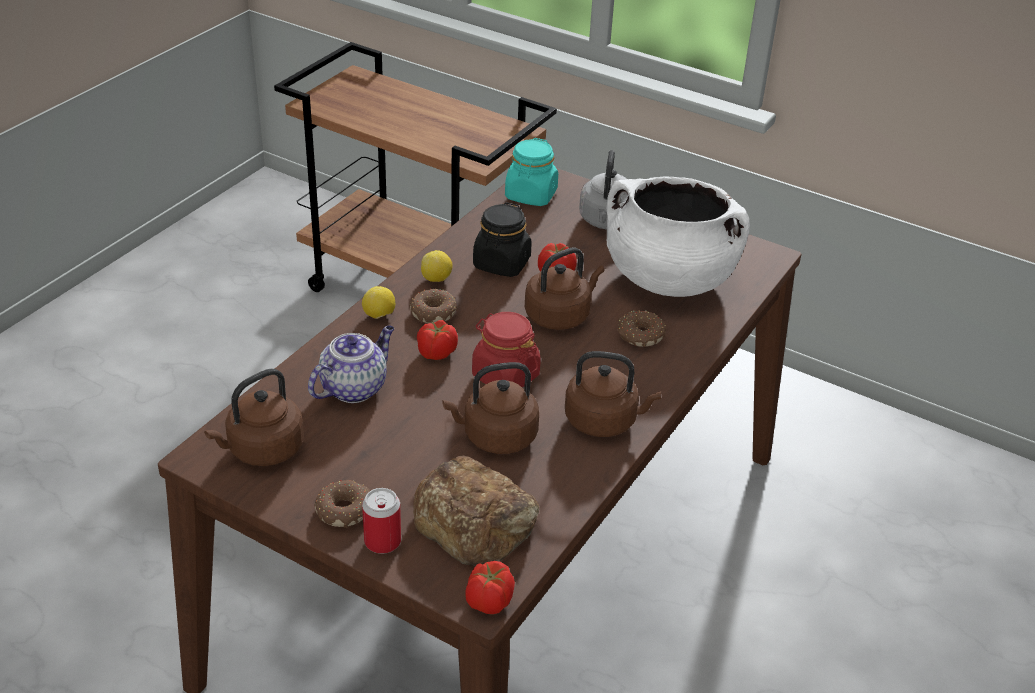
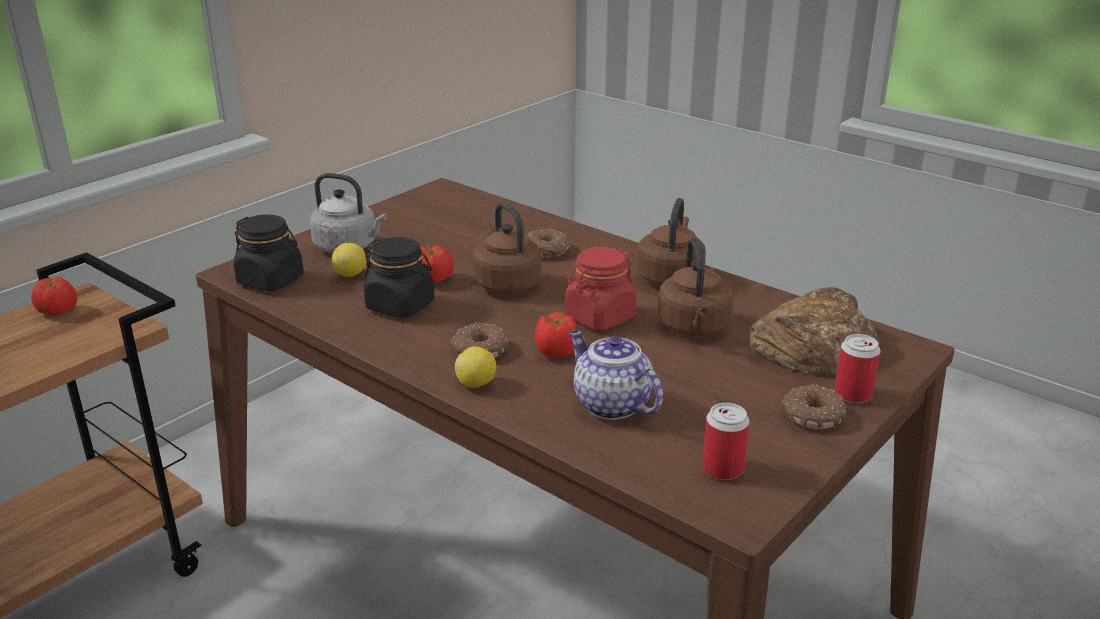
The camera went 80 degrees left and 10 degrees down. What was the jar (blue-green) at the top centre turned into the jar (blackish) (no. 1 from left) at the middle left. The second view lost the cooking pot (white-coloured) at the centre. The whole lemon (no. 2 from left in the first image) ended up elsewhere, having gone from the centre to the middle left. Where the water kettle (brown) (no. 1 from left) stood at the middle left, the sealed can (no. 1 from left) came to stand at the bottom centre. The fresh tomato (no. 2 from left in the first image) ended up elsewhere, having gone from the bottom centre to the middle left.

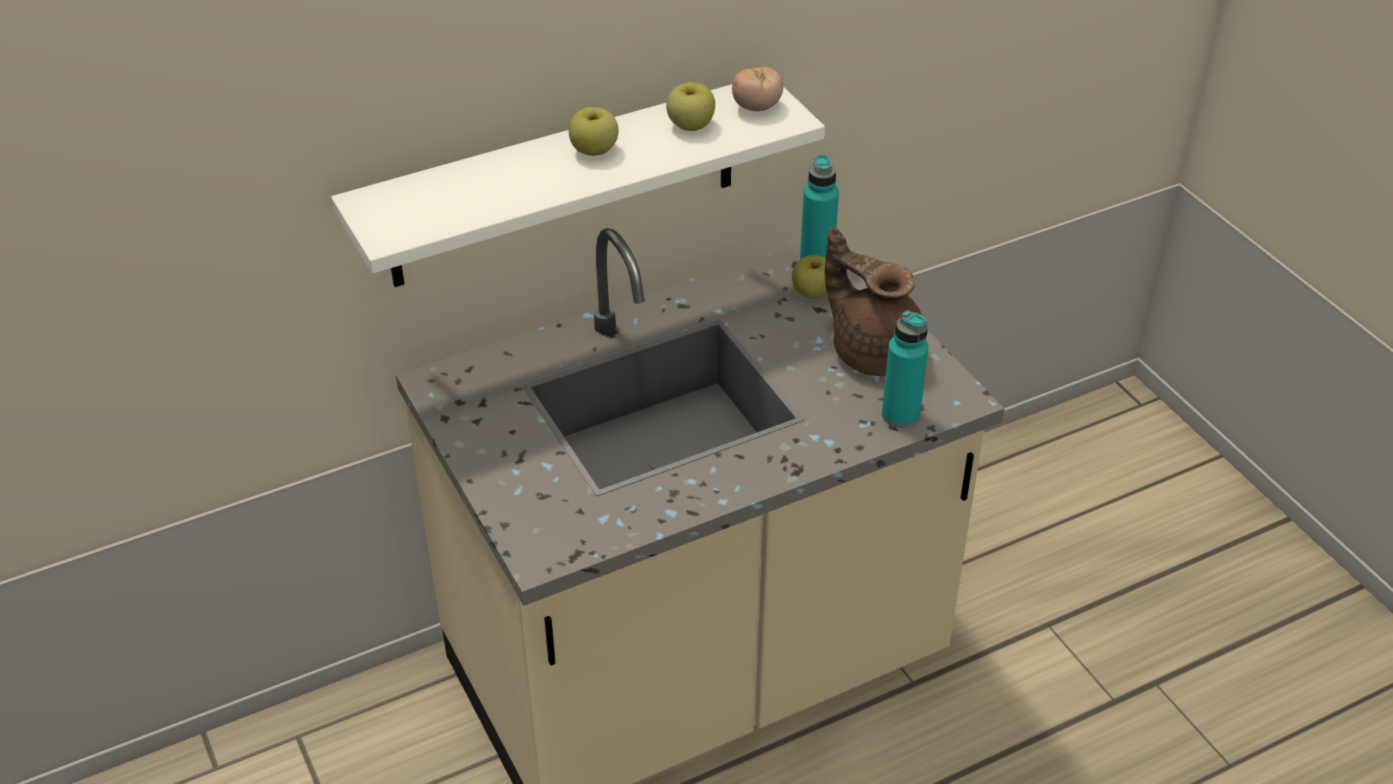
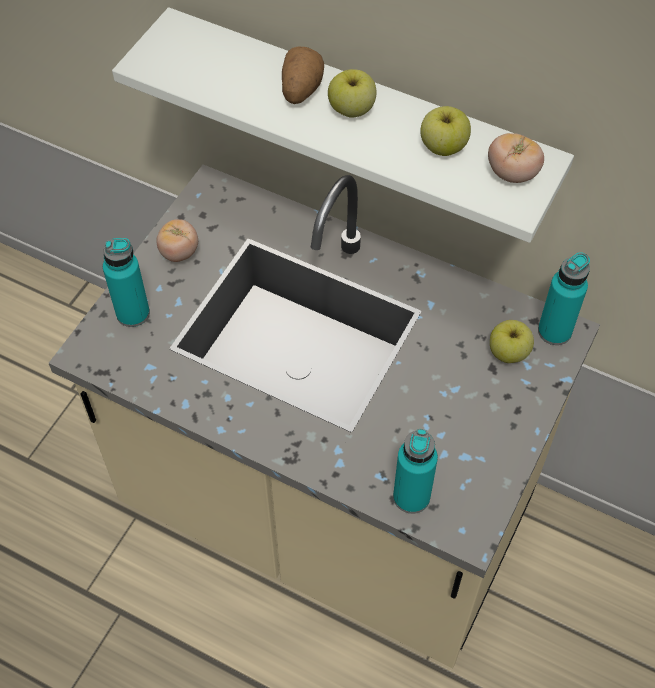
The camera went 55 degrees right and 15 degrees up. The second view lost the tea pot (brown) at the centre. The second view gained the spud at the top centre. The second view gained the fresh tomato (no. 1 from left) at the middle left. The second view gained the bottle (blue-green) (no. 1 from left) at the middle left.

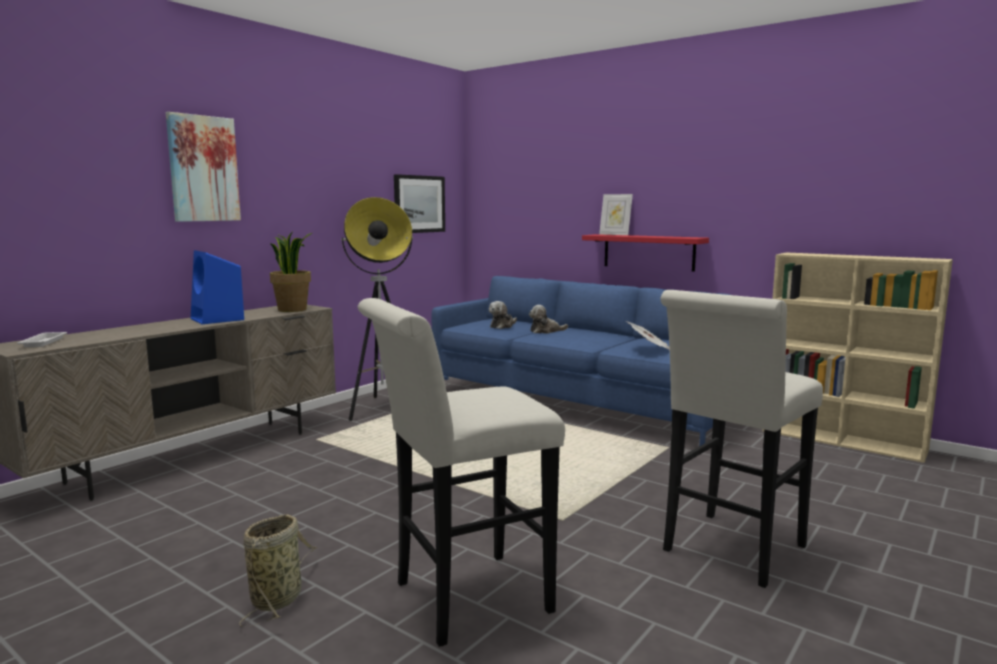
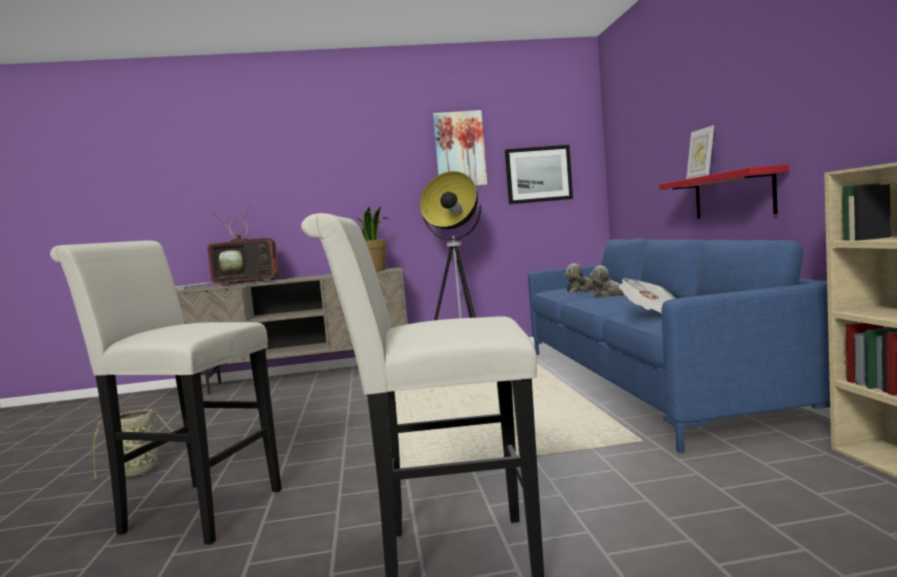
The camera went 45 degrees right and 5 degrees down. The picture (no. 1 from left) ended up elsewhere, having gone from the top left to the top centre. The second view lost the audio speaker (blue-coloured) at the middle left. The second view gained the TV set at the middle left.

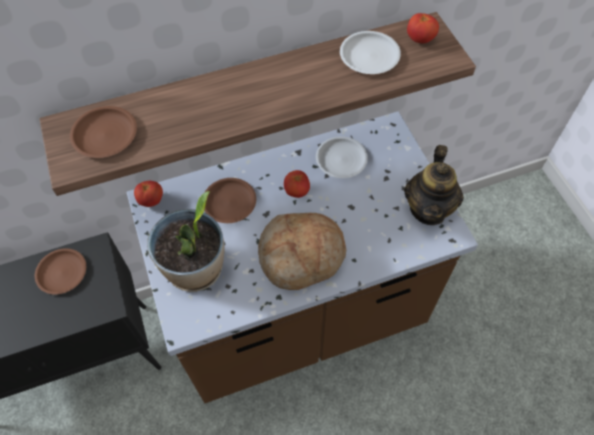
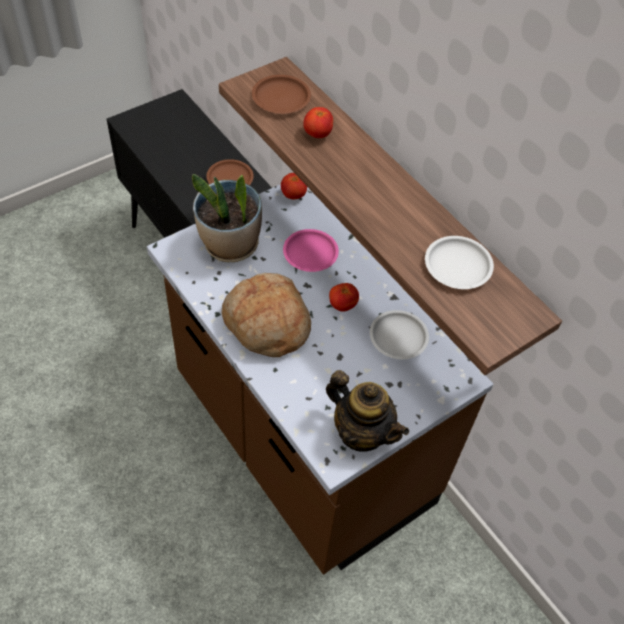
The camera went 70 degrees right and 5 degrees down. The fresh tomato (no. 3 from left in the first image) ended up elsewhere, having gone from the top right to the top centre. The tea pot at the middle right ended up facing another way, 135 degrees counterclockwise from before. What was the dinner plate (brown) (no. 3 from left) at the centre turned into the dinner plate (pinkish) at the centre.

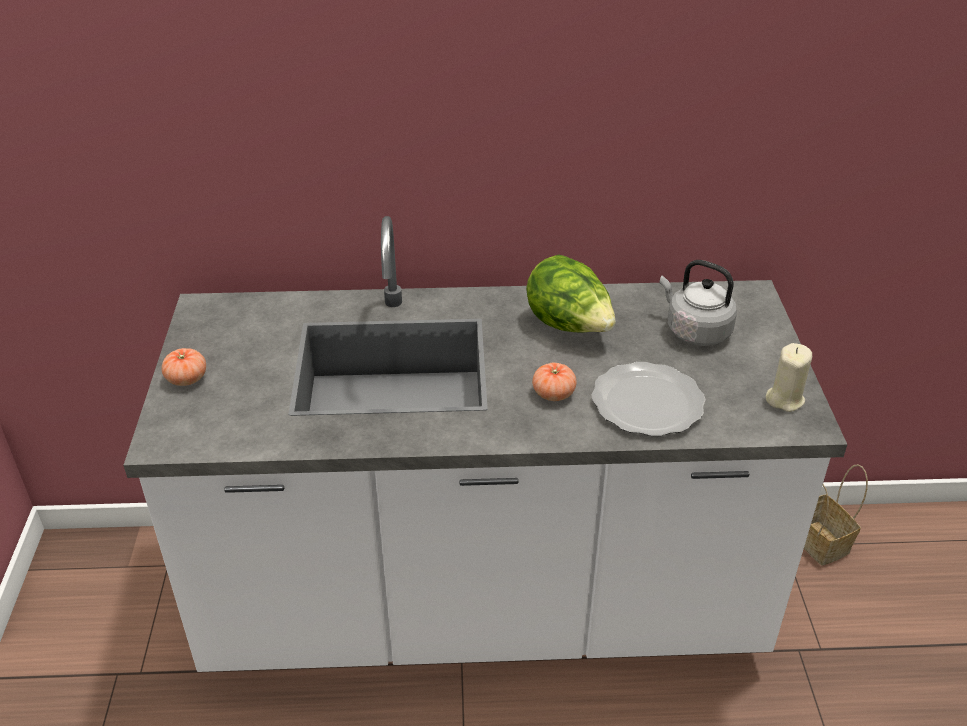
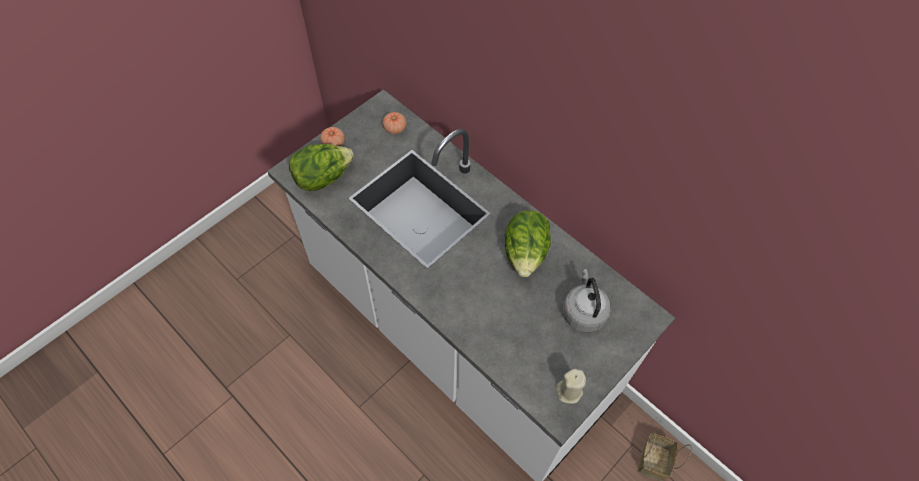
The camera went 45 degrees right and 20 degrees up. The second view lost the dinner plate at the middle right. The fresh tomato (no. 2 from left) ended up elsewhere, having gone from the centre to the top centre. The second view gained the lettuce (no. 1 from left) at the centre.

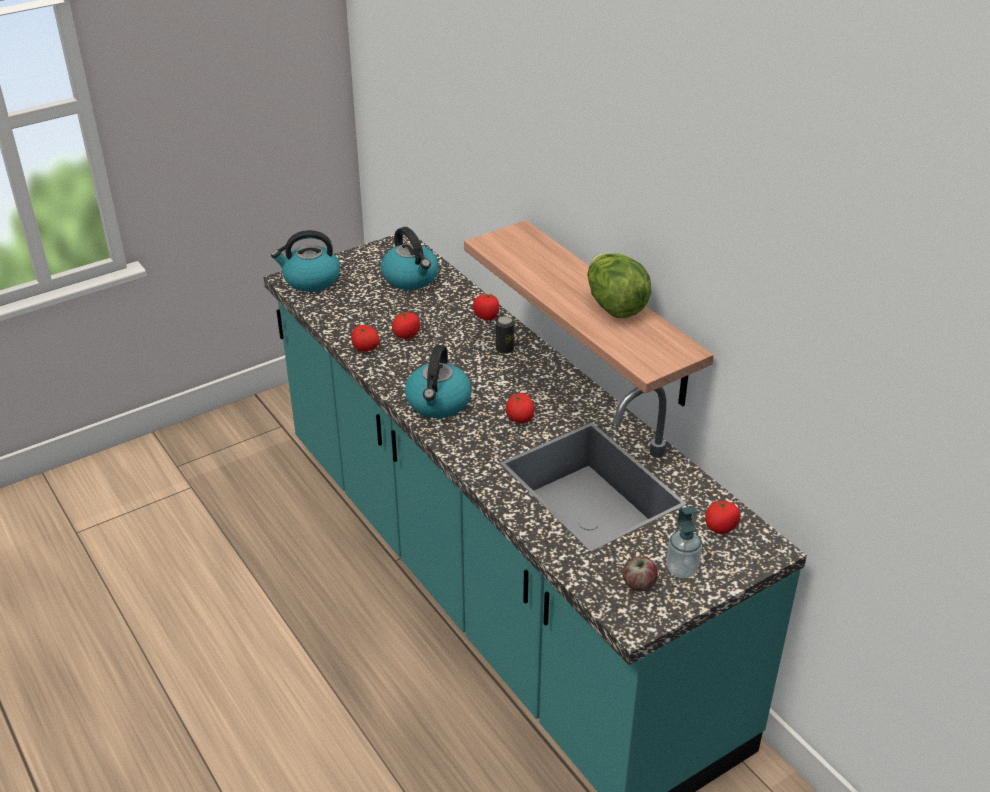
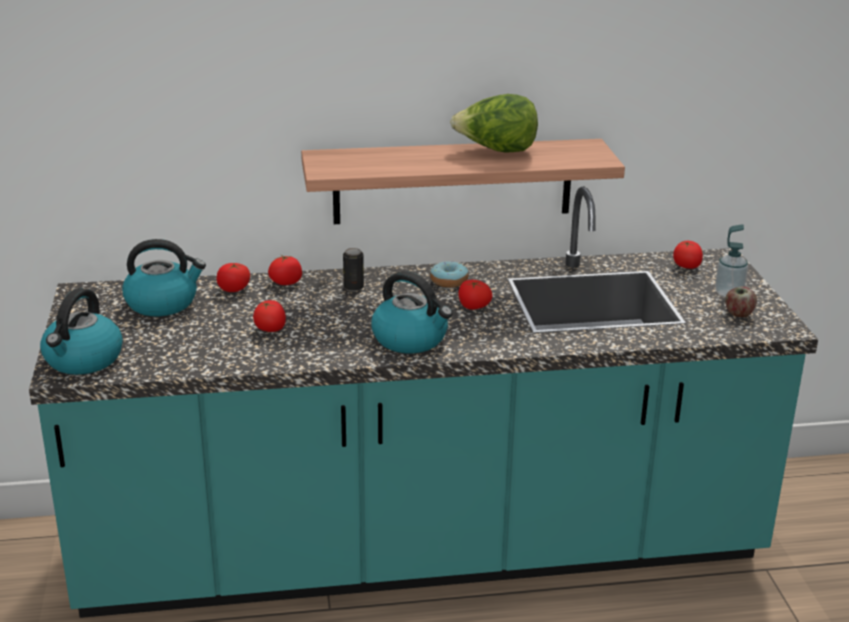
The camera went 65 degrees left and 10 degrees down. The fresh tomato (no. 1 from left) ended up elsewhere, having gone from the centre to the middle left. The second view gained the donut at the centre.

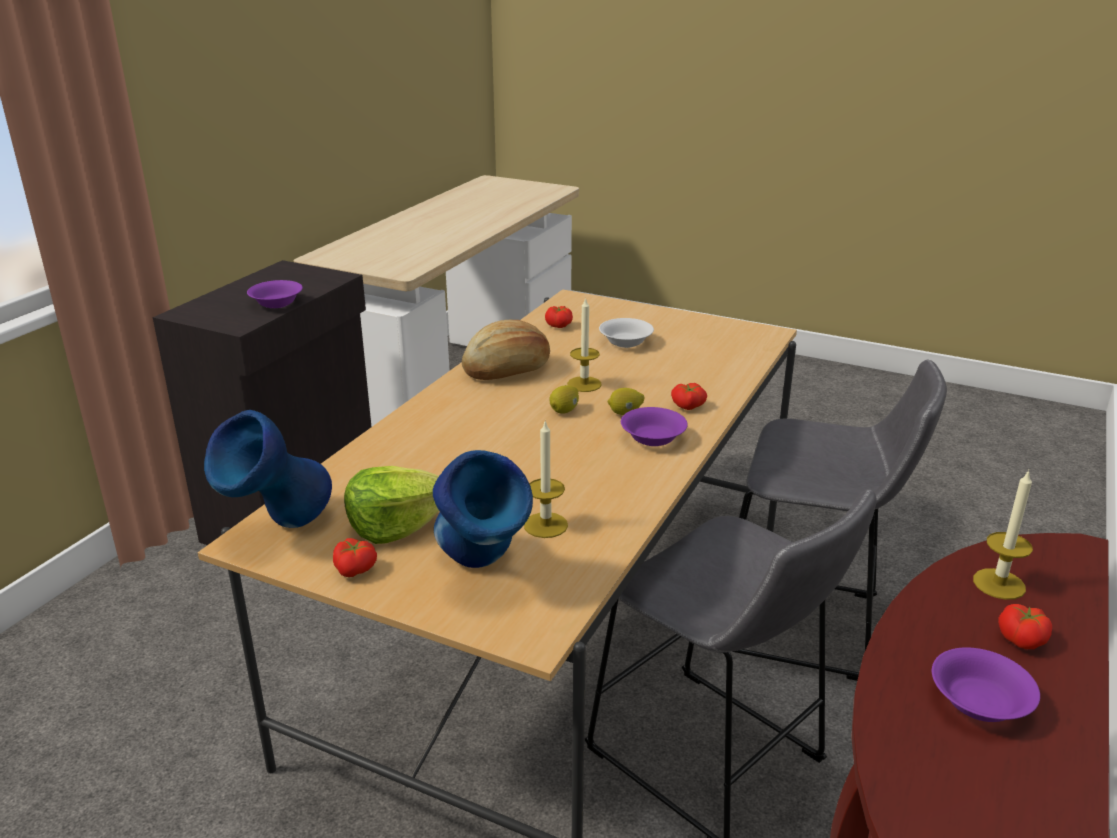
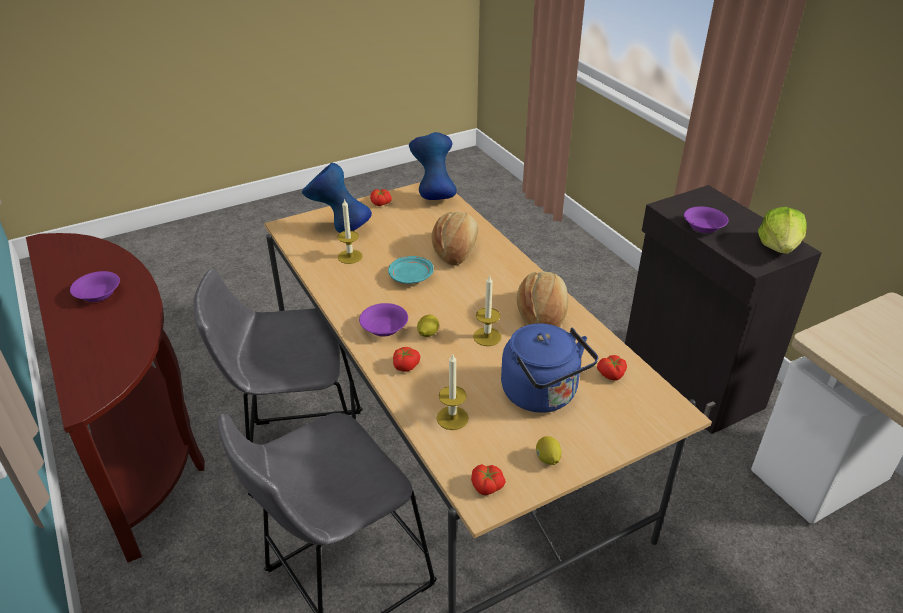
The camera went 125 degrees right and 10 degrees up. Where the serving bowl (white-coloured) stood at the centre, the water kettle (blue-coloured) came to stand at the centre. The whole lemon (no. 1 from left in the first image) ended up elsewhere, having gone from the centre to the bottom centre. The lettuce ended up elsewhere, having gone from the centre to the middle right. The wax light (no. 3 from left in the first image) ended up elsewhere, having gone from the middle right to the centre. The fresh tomato (no. 4 from left in the first image) ended up elsewhere, having gone from the bottom right to the bottom centre. The second view gained the bread (no. 1 from left) at the centre. The second view gained the dinner plate (blue-green) at the centre.

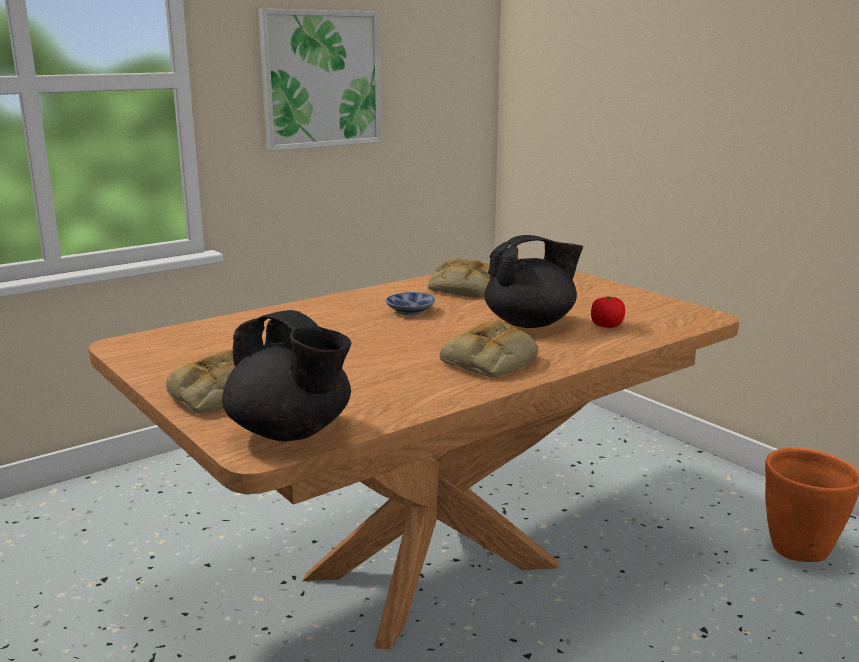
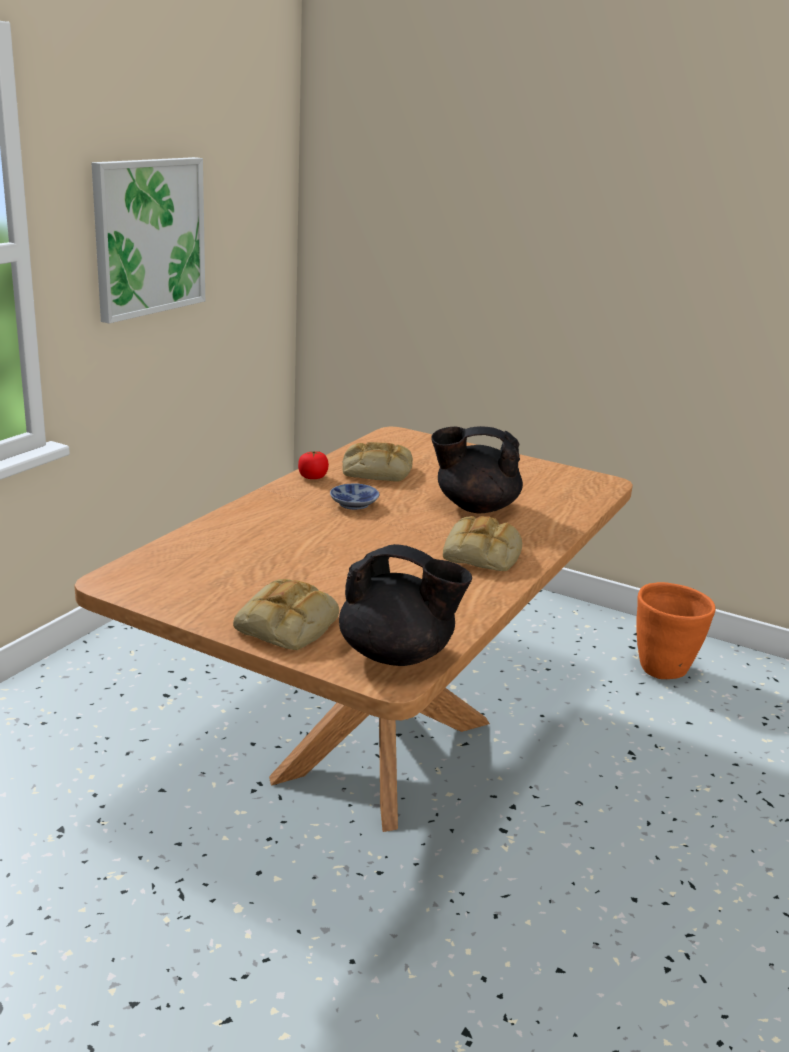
The camera went 25 degrees left and 5 degrees up. The tea pot (blackish) (no. 2 from left) at the centre ended up facing another way, 135 degrees counterclockwise from before. The fresh tomato ended up elsewhere, having gone from the middle right to the centre.

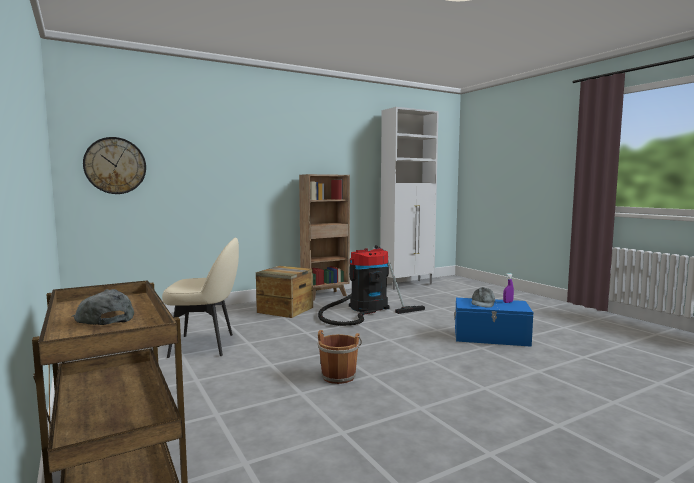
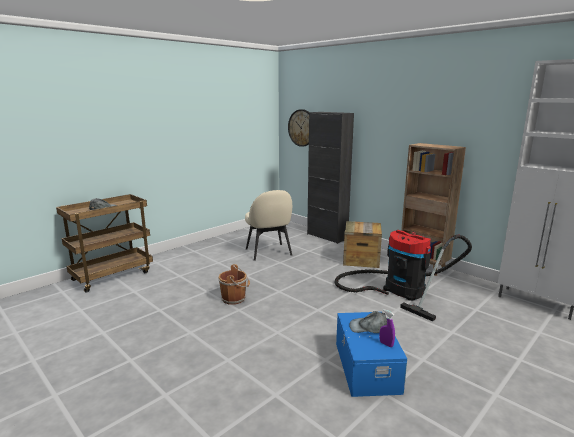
The camera went 75 degrees right and 10 degrees up. The second view gained the cupboard (blackish) at the centre.

